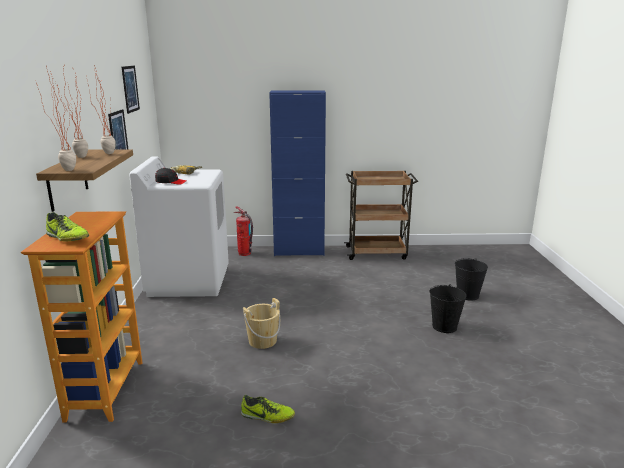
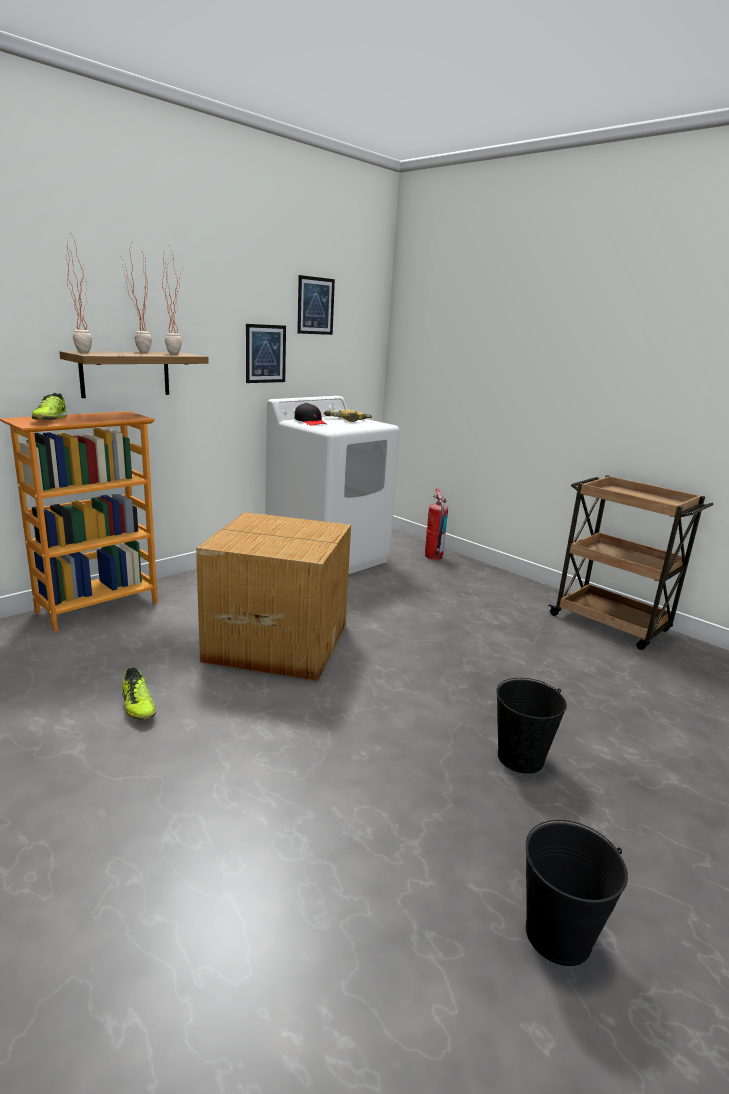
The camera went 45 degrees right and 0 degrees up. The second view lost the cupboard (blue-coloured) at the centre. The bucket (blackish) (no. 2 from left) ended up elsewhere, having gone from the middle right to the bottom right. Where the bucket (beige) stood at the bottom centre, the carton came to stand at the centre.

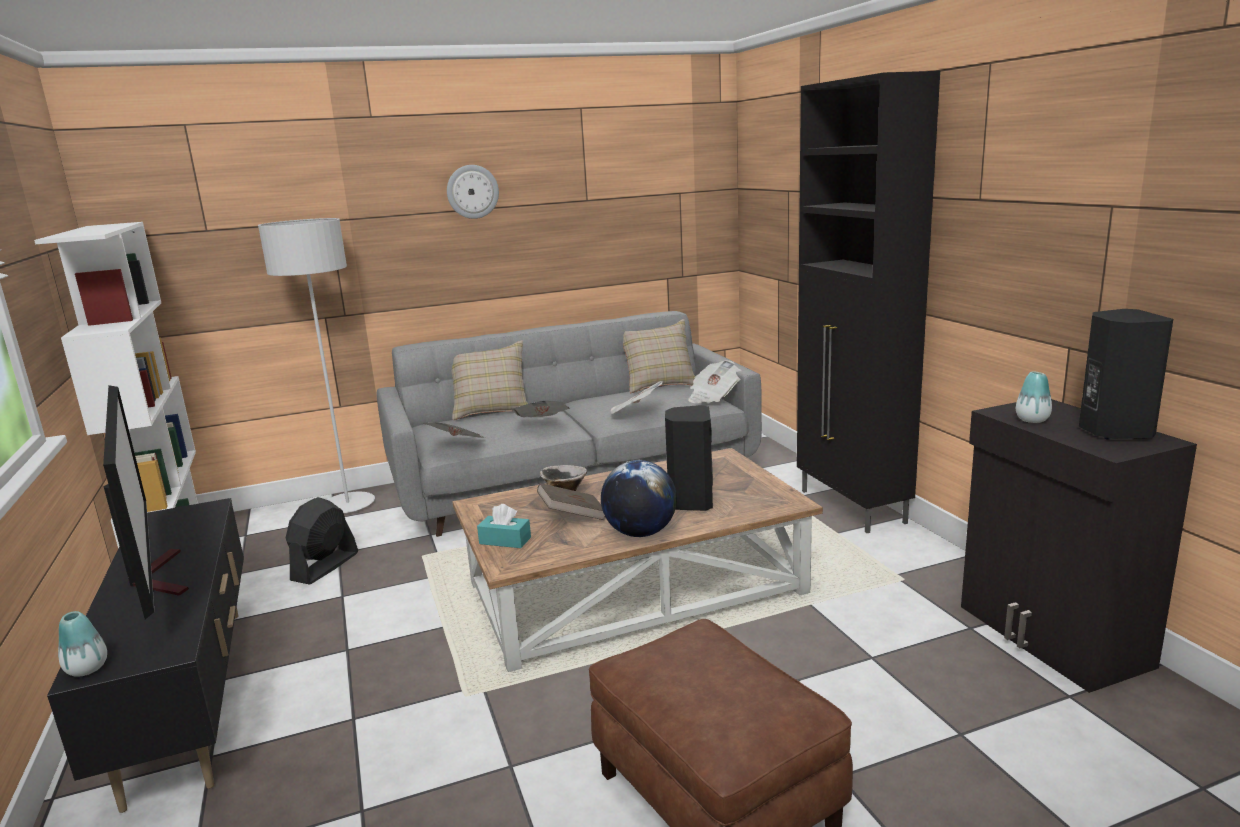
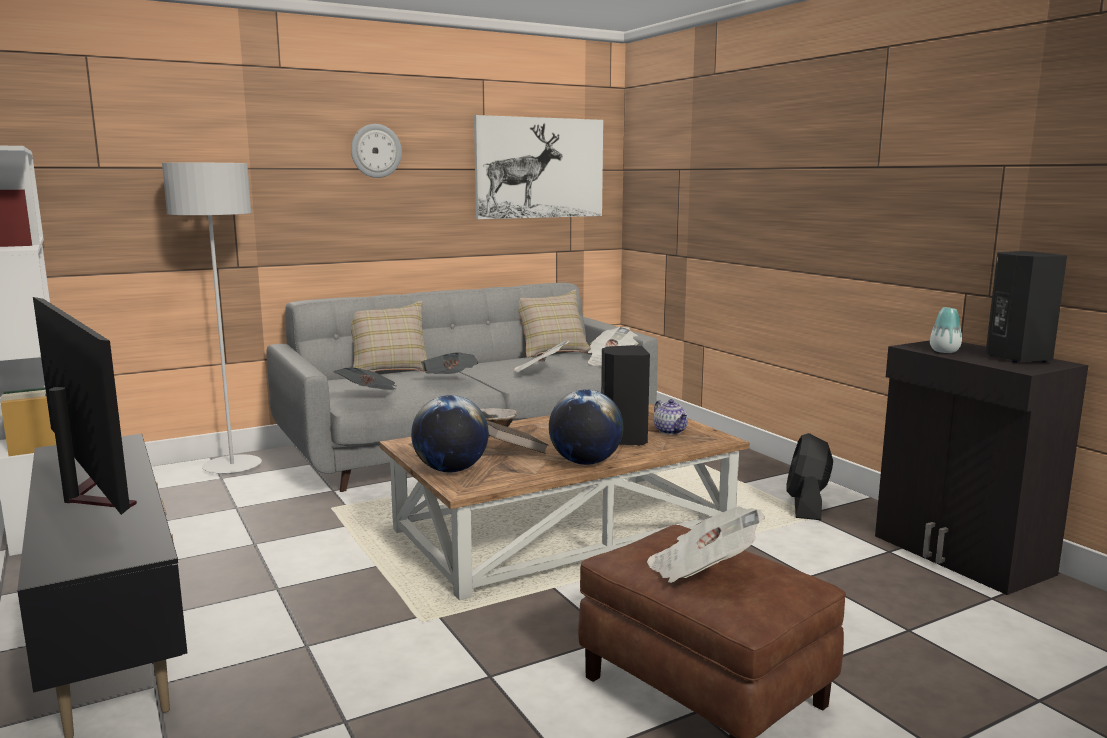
The camera went 10 degrees left and 5 degrees down. The second view lost the cupboard (blackish) (no. 1 from left) at the middle right. The fan (blackish) ended up elsewhere, having gone from the middle left to the middle right. Where the tissue holder (blue-green) stood at the centre, the globe (no. 1 from left) came to stand at the centre. The second view lost the flower vase (no. 1 from left) at the bottom left. The second view gained the picture at the top centre. The second view gained the tea pot at the centre. The second view gained the newspaper (no. 5 from left) at the bottom centre.

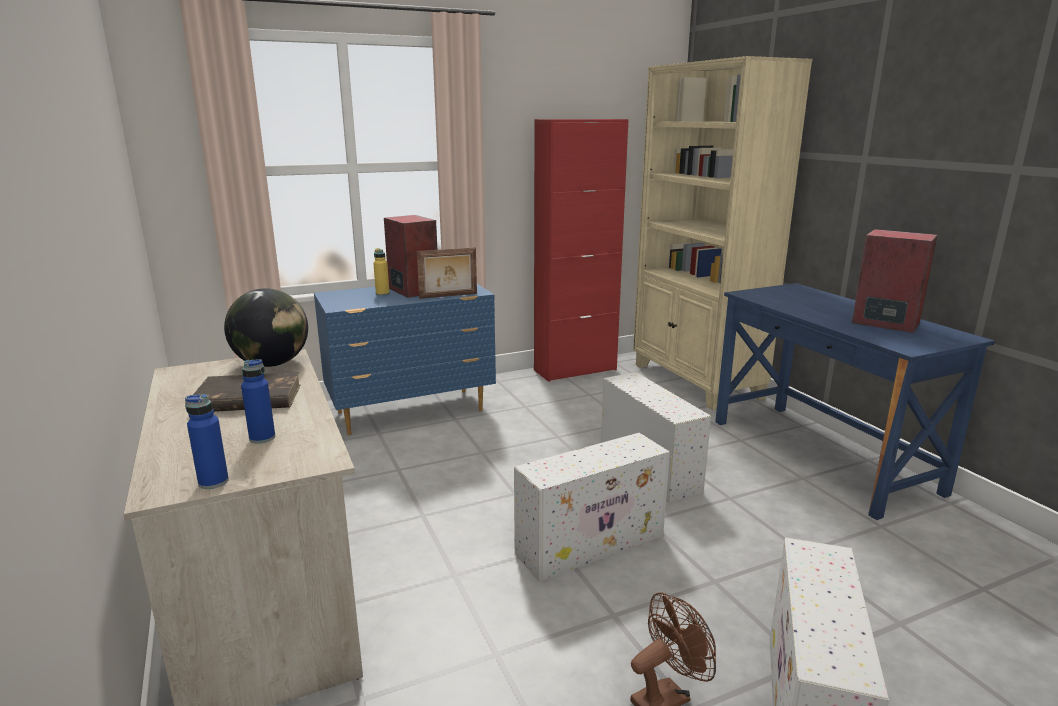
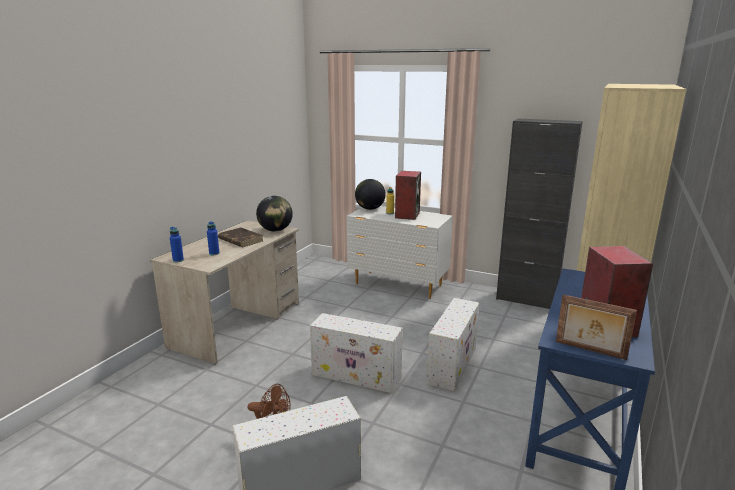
The camera went 50 degrees right and 0 degrees up. What was the cupboard (red-coloured) at the centre turned into the cupboard (blackish) at the middle right. The picture frame ended up elsewhere, having gone from the centre to the bottom right. What was the drawer chest (blue-coloured) at the centre turned into the drawer chest (white-coloured) at the centre. The second view gained the globe (no. 2 from left) at the centre.

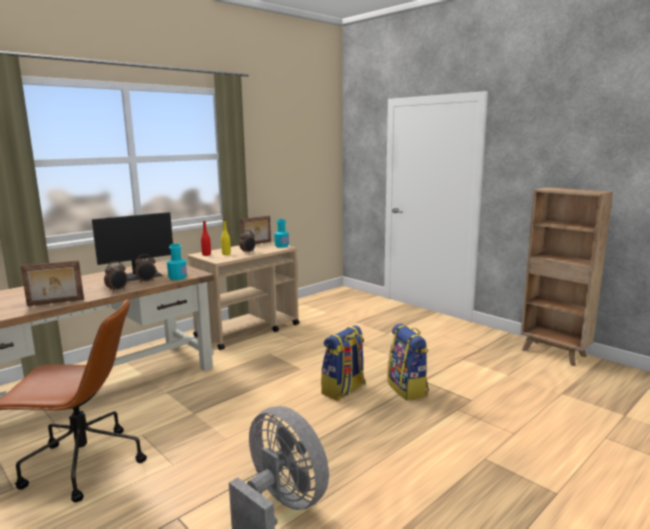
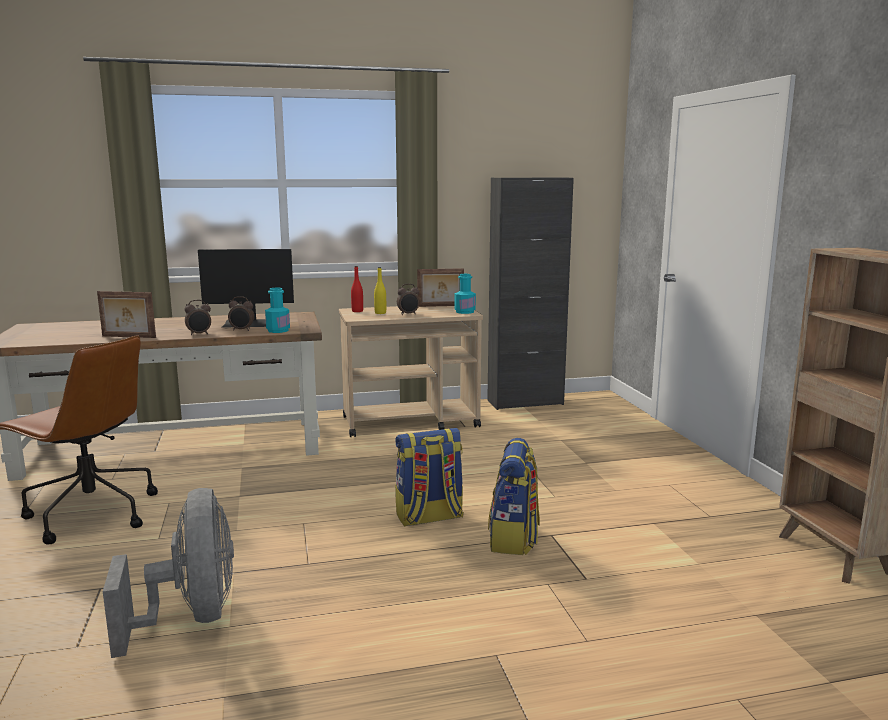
The camera went 30 degrees right and 0 degrees up. The second view gained the cupboard (blackish) at the centre.

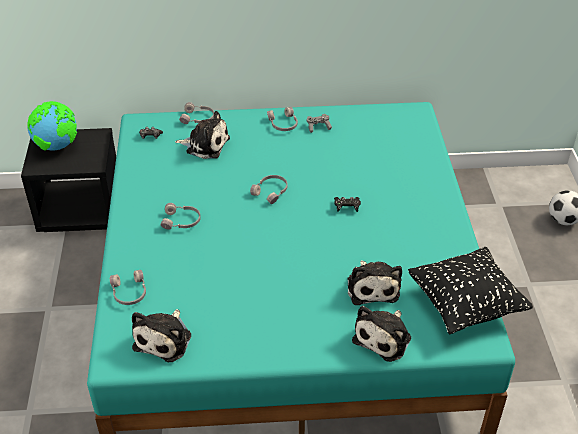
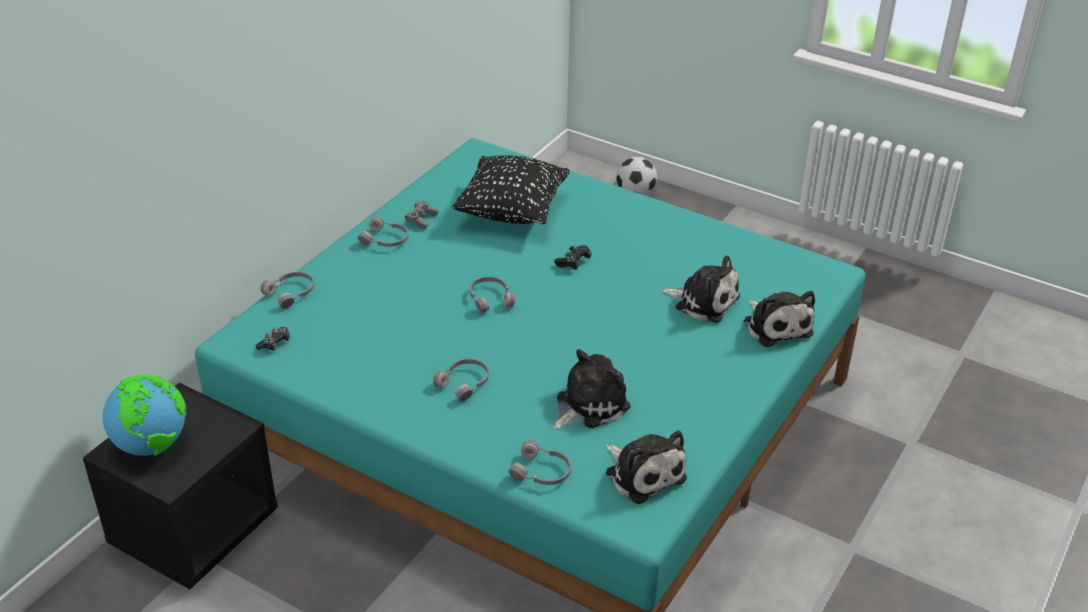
The camera went 55 degrees left and 5 degrees down. The soft toy (no. 2 from left in the first image) ended up elsewhere, having gone from the top centre to the centre. The throw pillow (blackish) ended up elsewhere, having gone from the bottom right to the top centre.

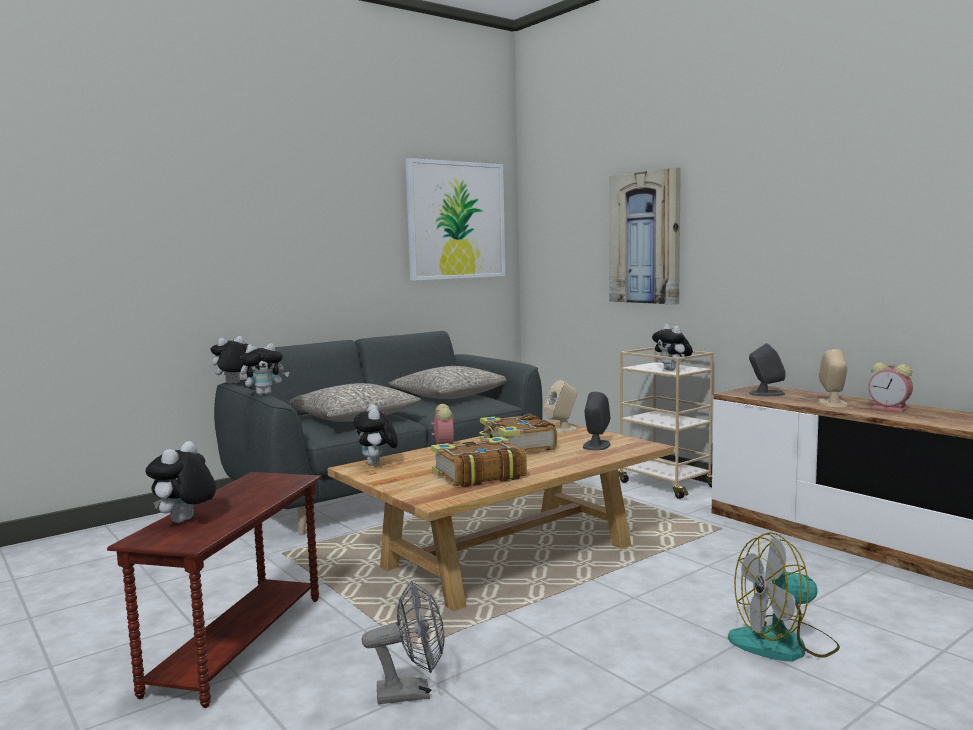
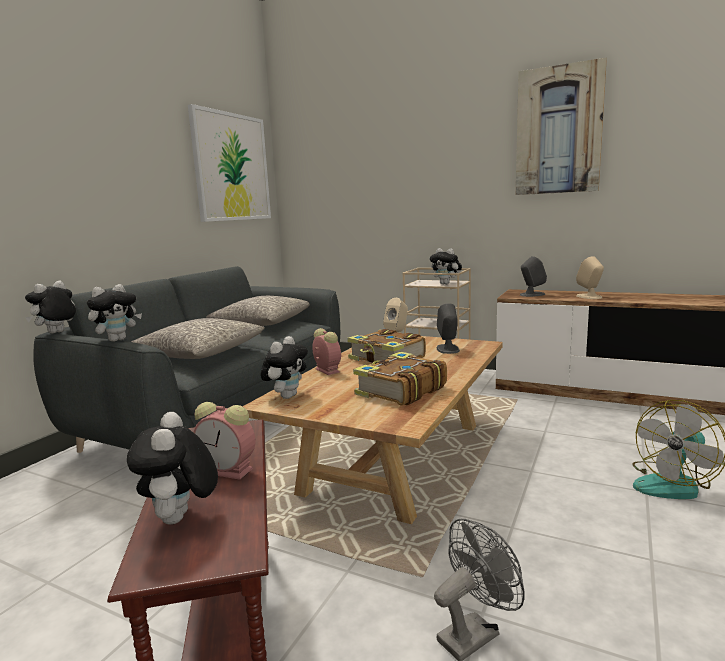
The camera went 25 degrees left and 5 degrees up. The picture (no. 2 from left) ended up elsewhere, having gone from the top centre to the top right. The table clock (no. 2 from left in the first image) ended up elsewhere, having gone from the middle right to the bottom left. The soft toy (no. 4 from left) at the centre ended up facing another way, 120 degrees counterclockwise from before.

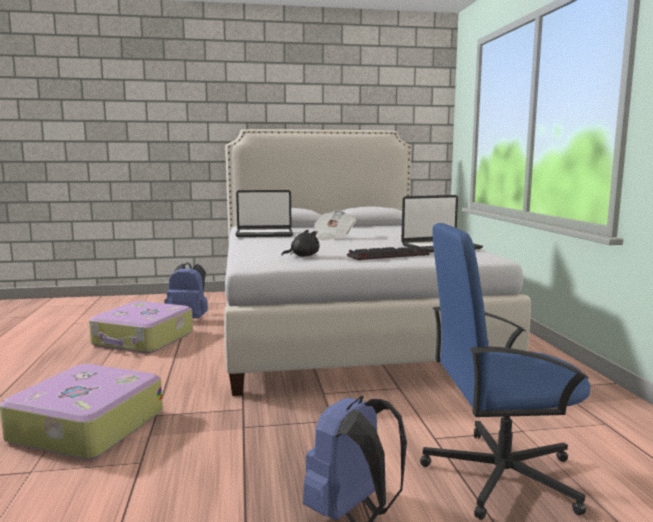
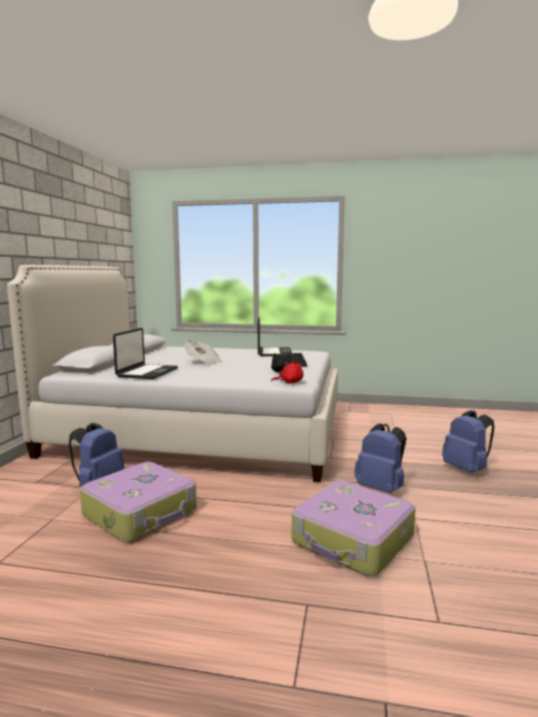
The camera went 70 degrees left and 0 degrees up. The second view lost the computer chair (blue-coloured) at the bottom right. The second view gained the soft toy (red-coloured) at the centre. The second view gained the rucksack (blue-coloured) (no. 2 from left) at the middle right.

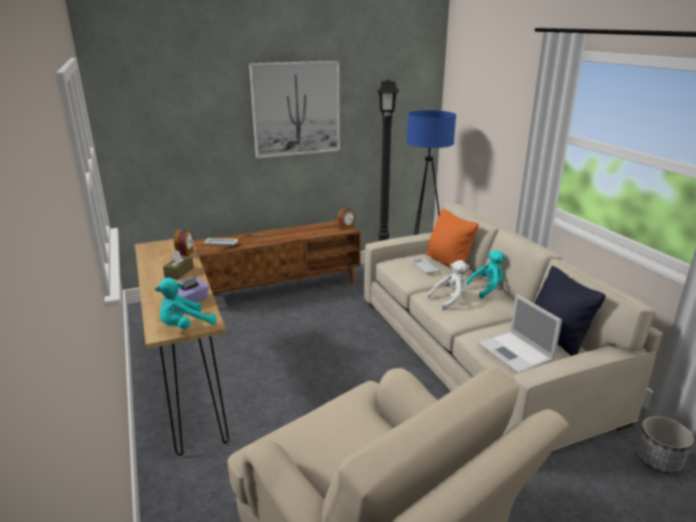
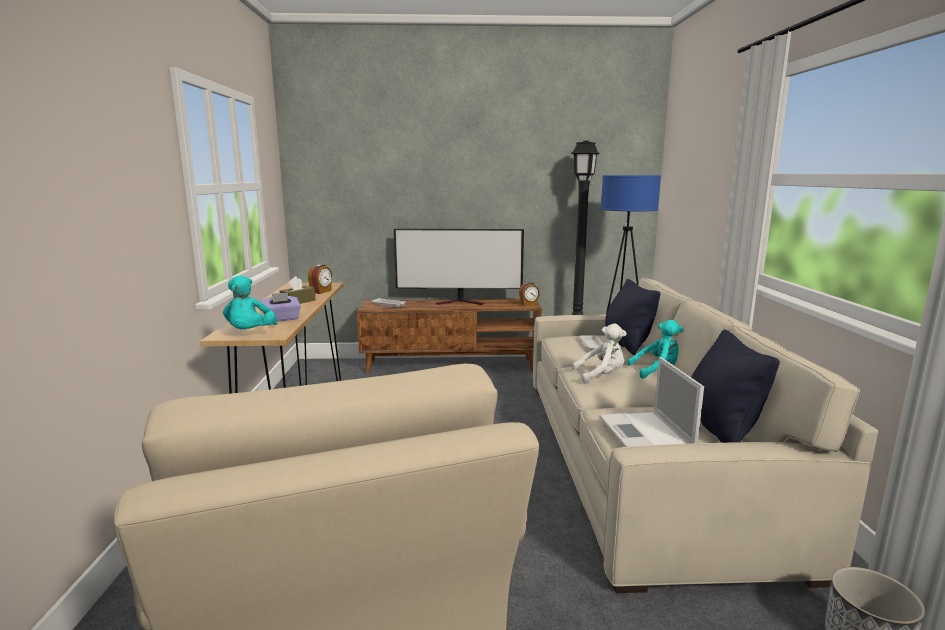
The camera went 20 degrees right and 10 degrees down. The second view lost the picture at the top centre. What was the throw pillow (orange) at the centre turned into the throw pillow (blackish) (no. 1 from left) at the middle right. The soft toy (blue-green) (no. 1 from left) at the middle left ended up facing another way, 75 degrees counterclockwise from before. The second view gained the TV set at the centre.

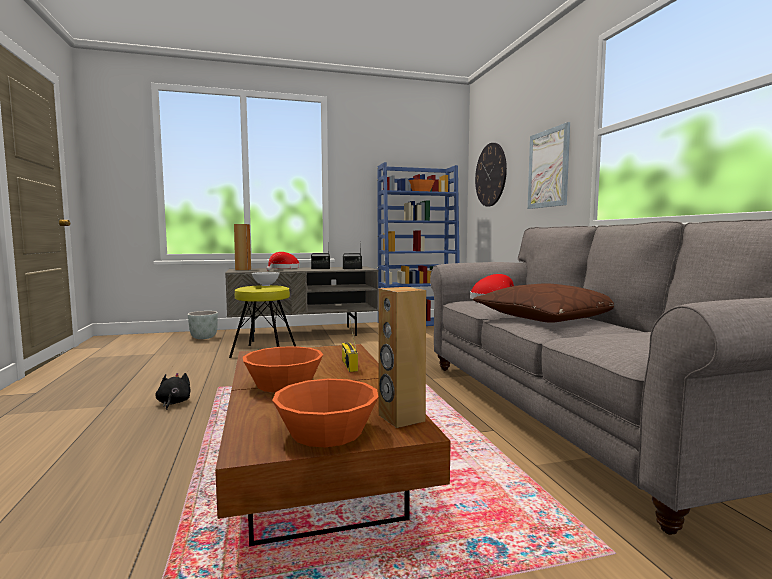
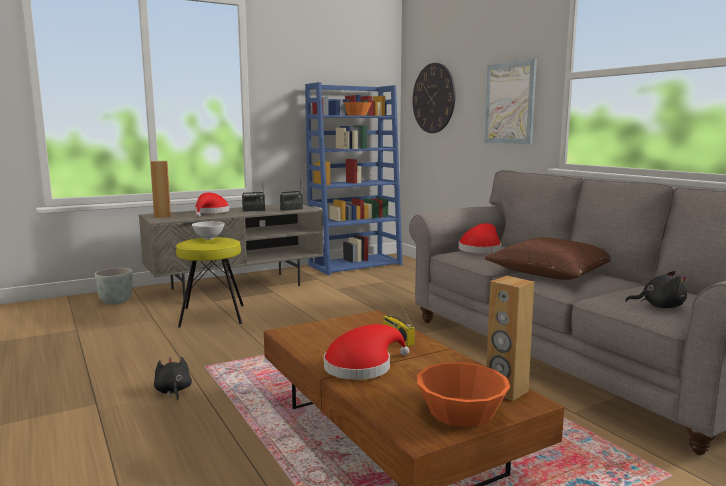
The camera went 15 degrees left and 5 degrees up. Where the serving bowl (orange) (no. 1 from left) stood at the centre, the hat (red-coloured) (no. 2 from left) came to stand at the bottom centre. The second view gained the soft toy (blackish) (no. 2 from left) at the middle right.

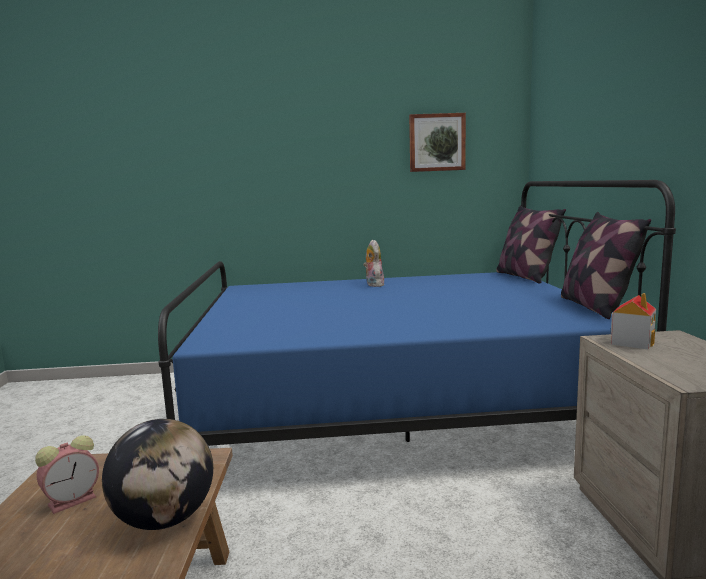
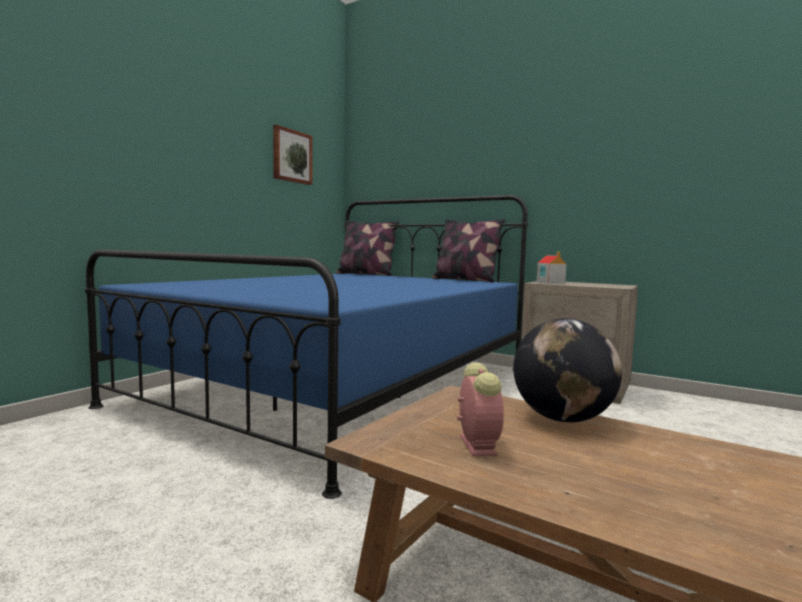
The camera went 55 degrees left and 5 degrees down. The second view lost the soft toy at the centre.

